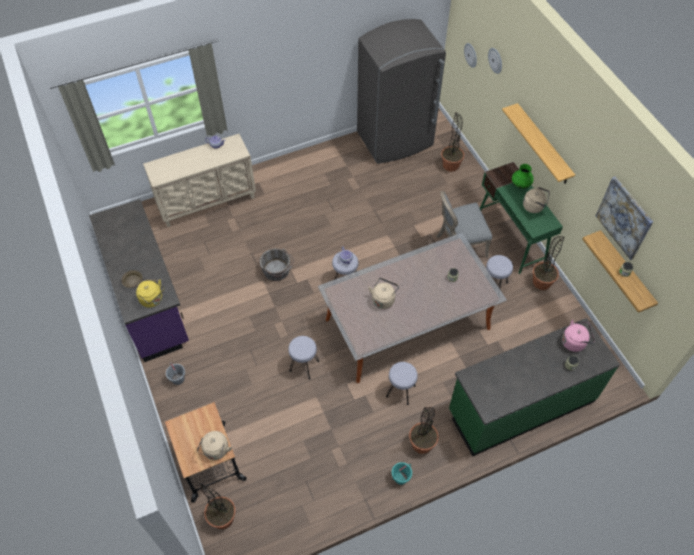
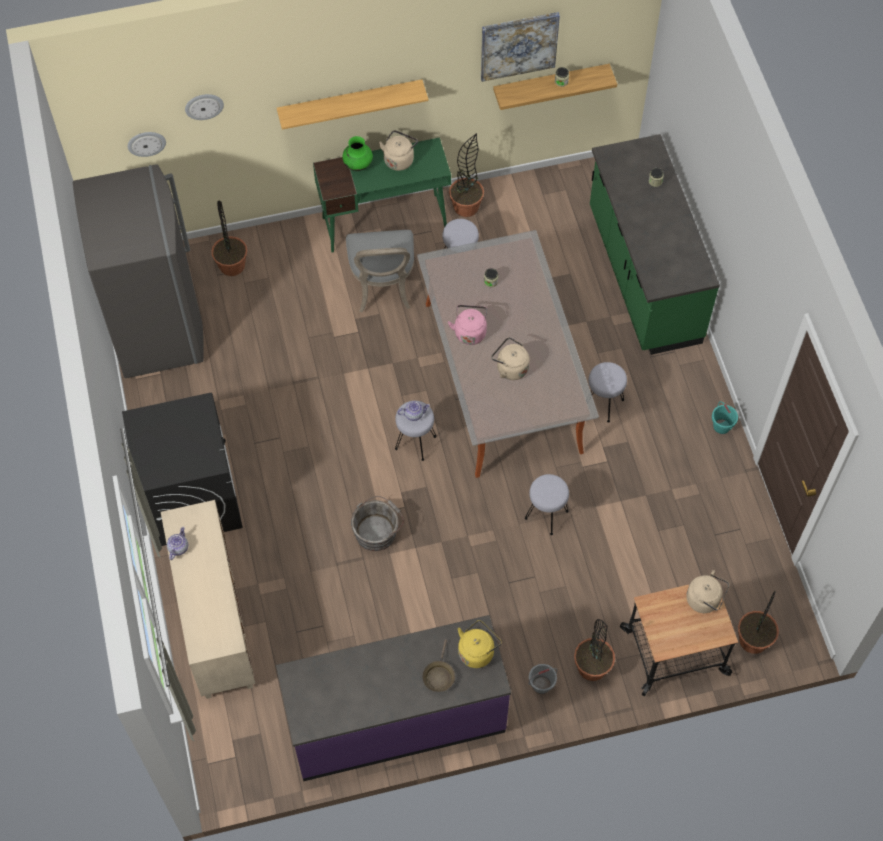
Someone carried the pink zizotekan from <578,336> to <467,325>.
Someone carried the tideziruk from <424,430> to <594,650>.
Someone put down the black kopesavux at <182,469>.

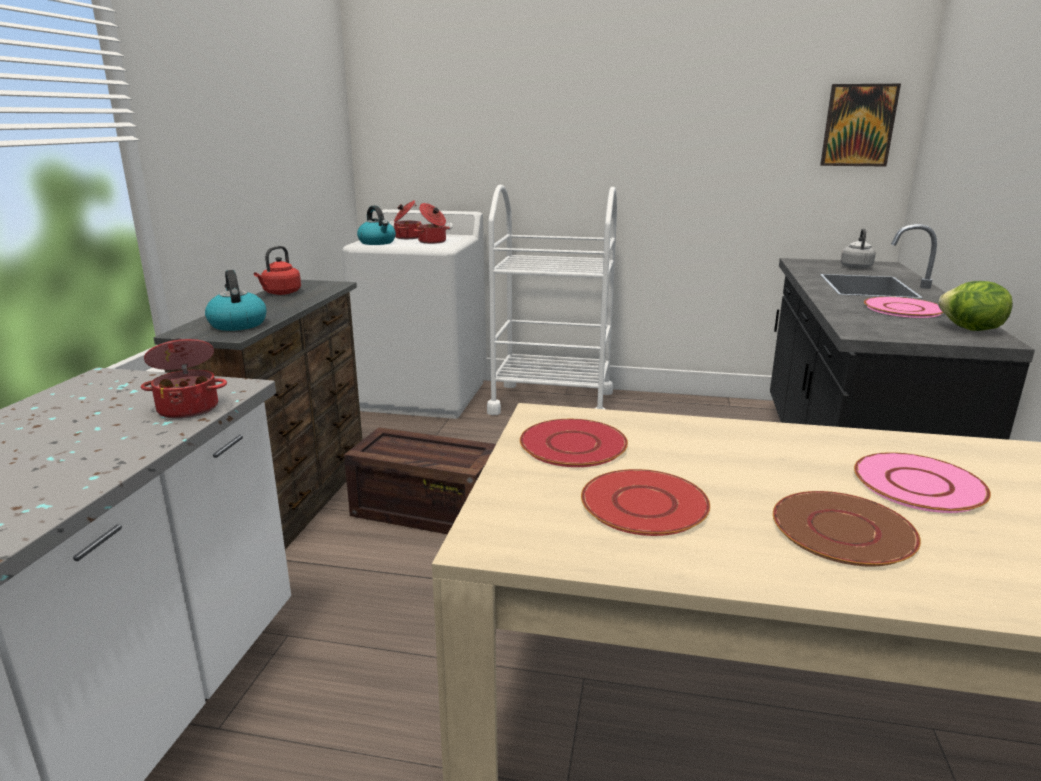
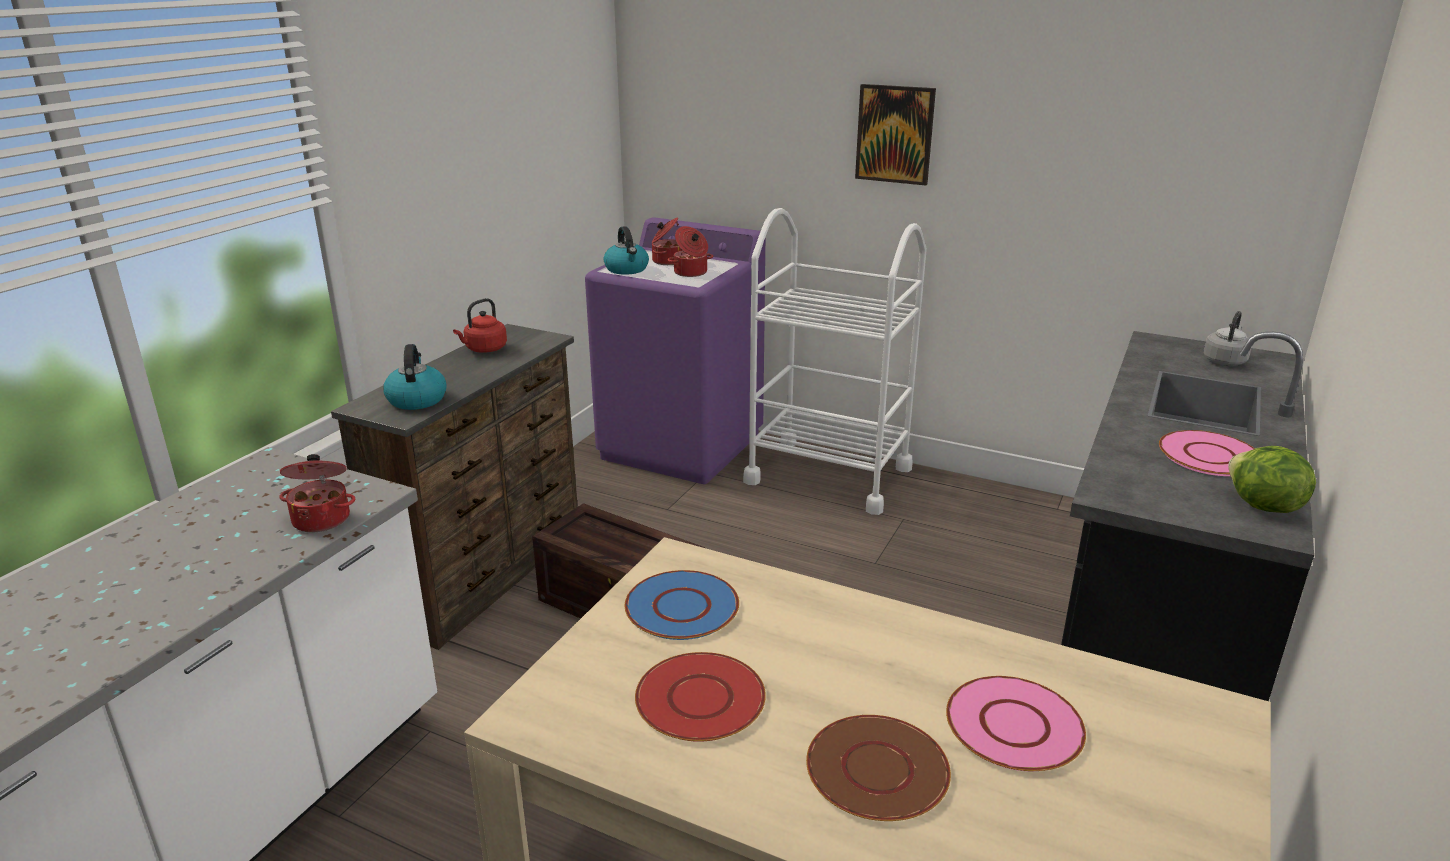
Someone carried the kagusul from <860,125> to <895,135>.
Someone repainted the white kopesavux at <414,314>, which became the purple kopesavux at <675,350>.
Someone repainted the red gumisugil at <574,443>, which became the blue gumisugil at <682,605>.

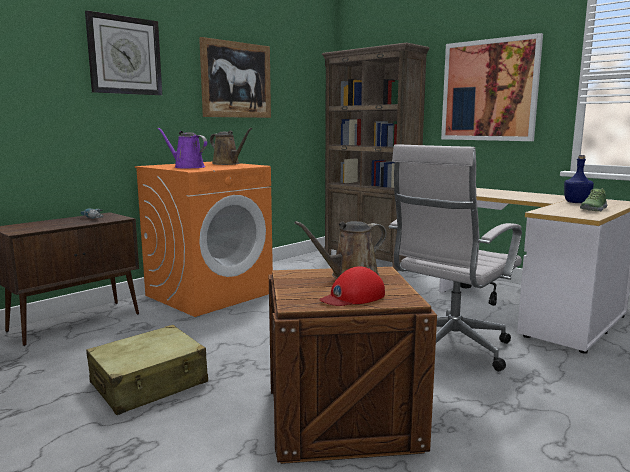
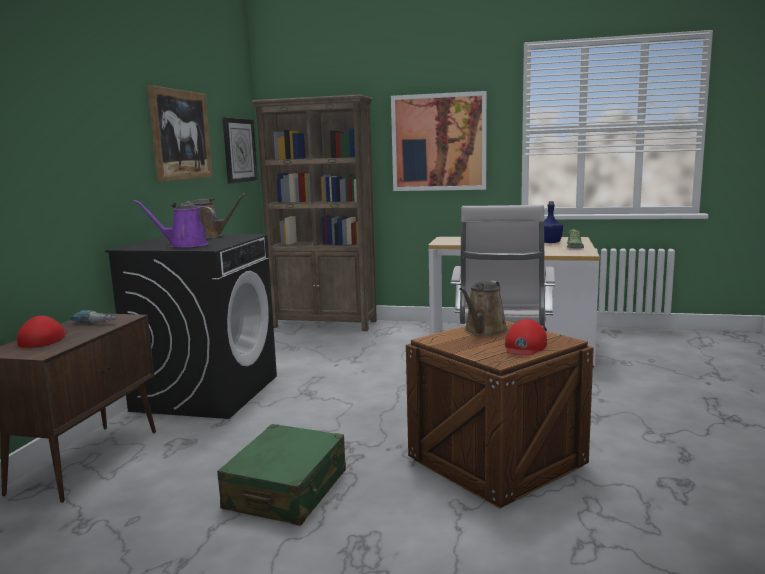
Someone carried the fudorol from <123,52> to <240,151>.
Someone repainted the orange kopesavux at <204,239>, which became the black kopesavux at <191,326>.
Someone repainted the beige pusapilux at <147,370>, which became the green pusapilux at <281,475>.
Someone put down the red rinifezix at <42,332>.

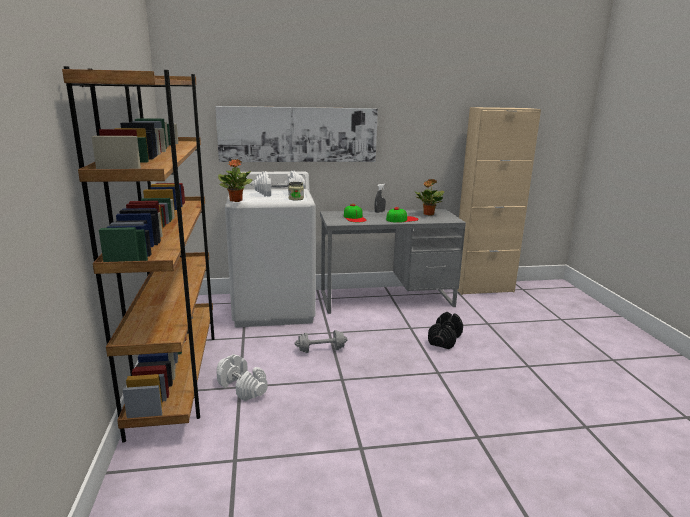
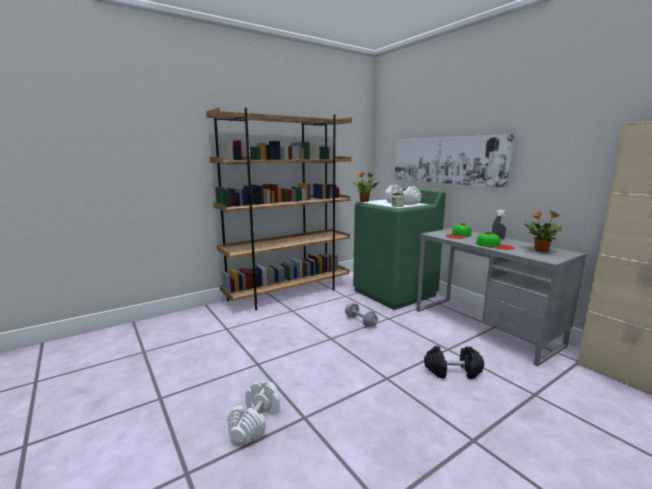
Someone repainted the white kopesavux at <270,249>, which became the green kopesavux at <399,248>.
Someone carried the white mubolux from <242,377> to <254,411>.

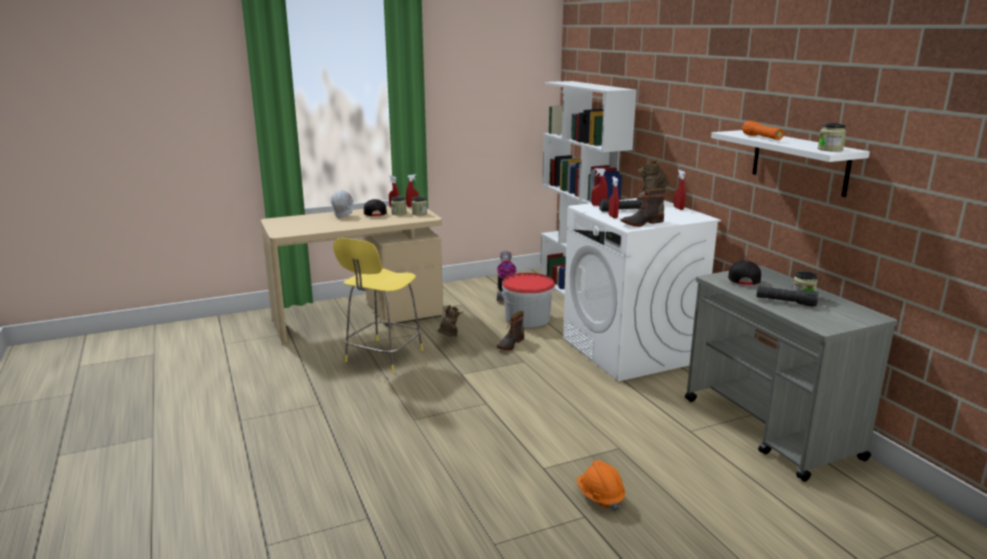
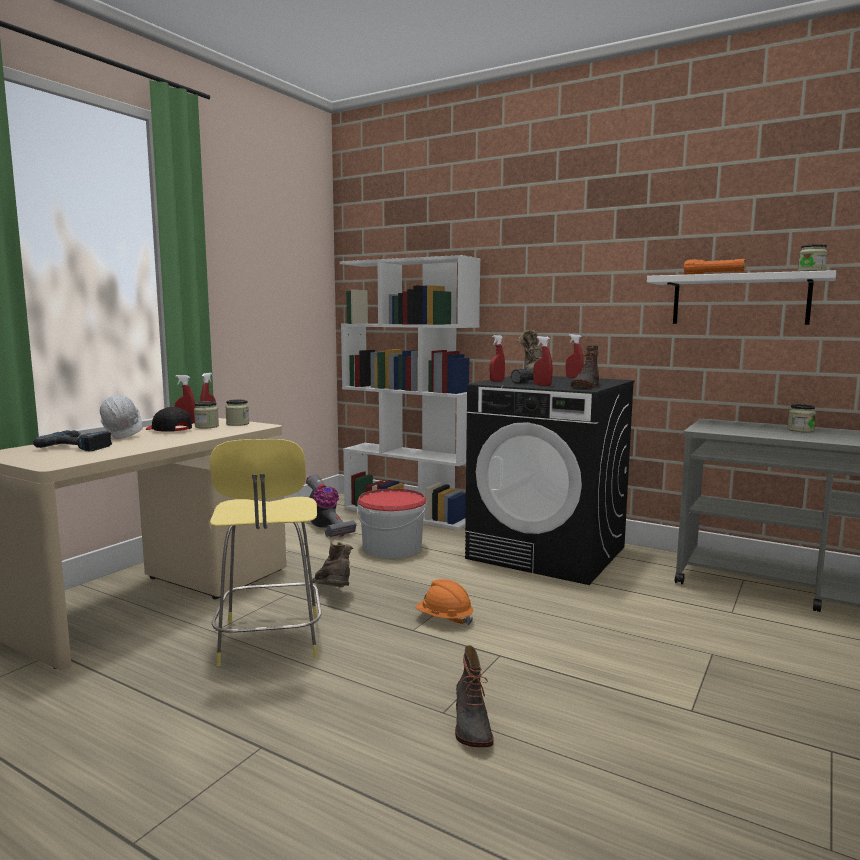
Someone repainted the white kopesavux at <642,289>, which became the black kopesavux at <550,480>.
Someone took away the black rinifezix at <744,272>.
Someone took away the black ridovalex at <787,296>.
Someone carried the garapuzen from <510,330> to <474,696>.
Someone carried the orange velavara from <601,486> to <445,602>.
Someone put down the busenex at <72,440>.

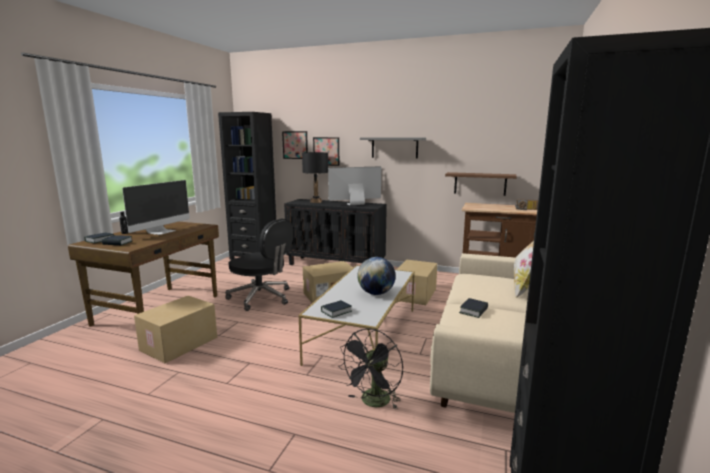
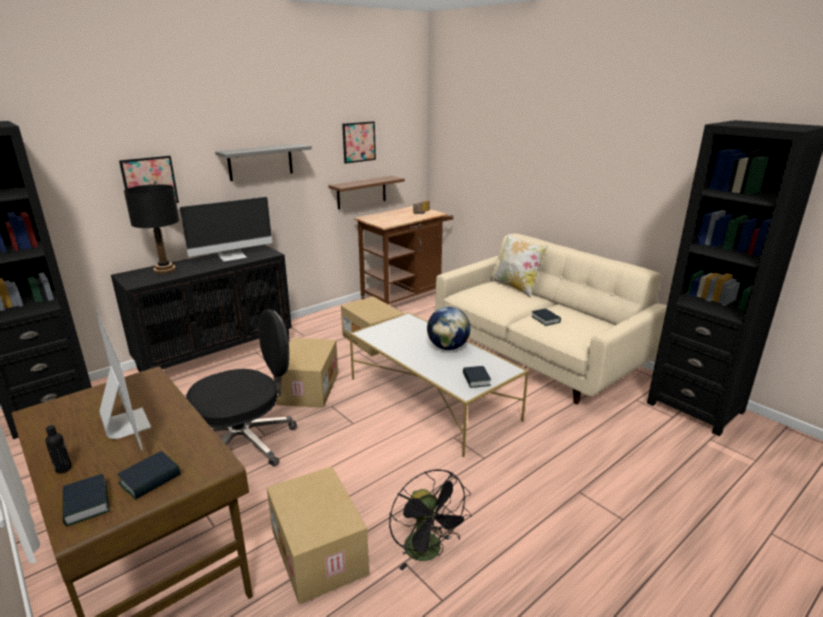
Someone carried the kagusul from <295,145> to <359,142>.
Someone rotated the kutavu at <354,185> by 135 degrees counterclockwise.
Someone carried the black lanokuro from <370,368> to <430,520>.

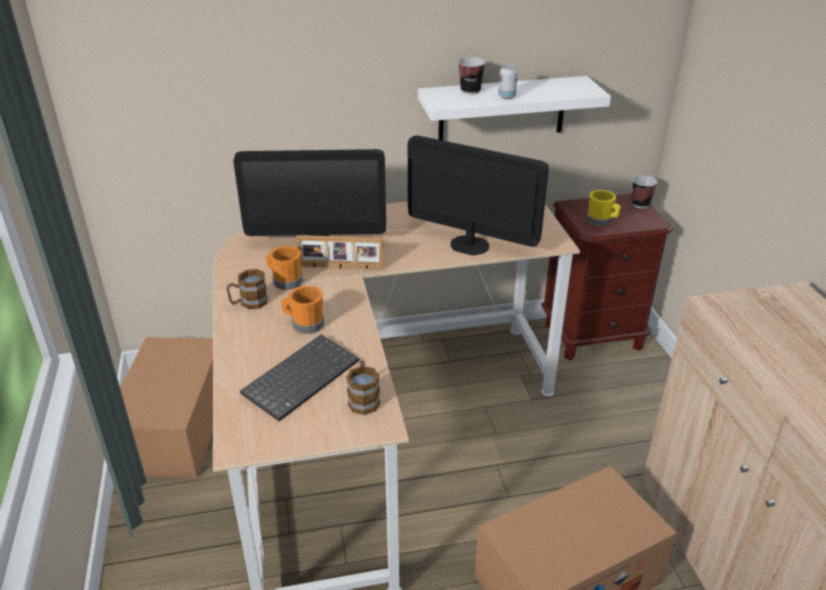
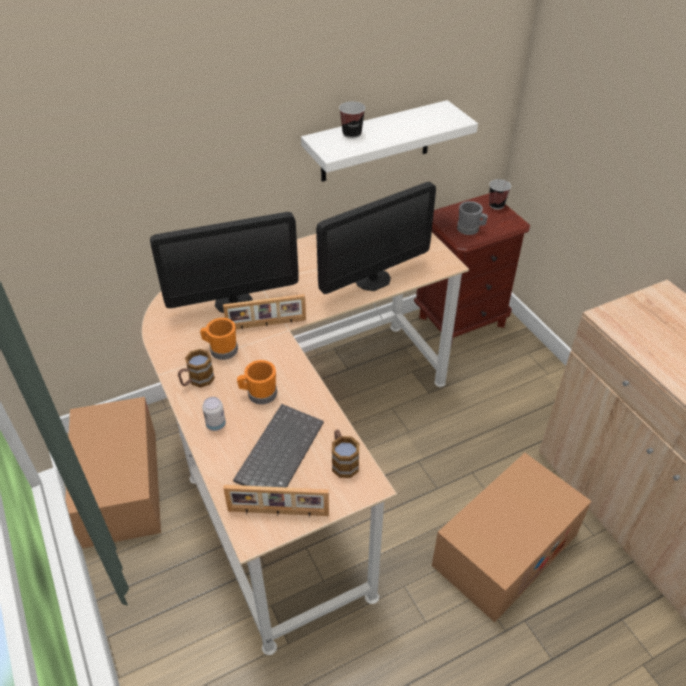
Someone carried the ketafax from <508,81> to <214,414>.
Someone rotated the kutavu at <478,195> by 135 degrees clockwise.
Someone repainted the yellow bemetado at <604,208>, which became the grey bemetado at <472,218>.
Someone put down the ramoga at <276,501>.

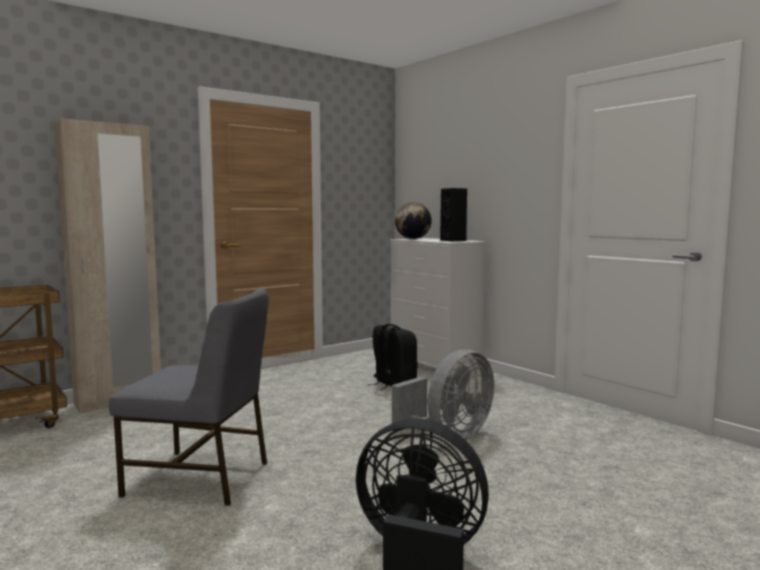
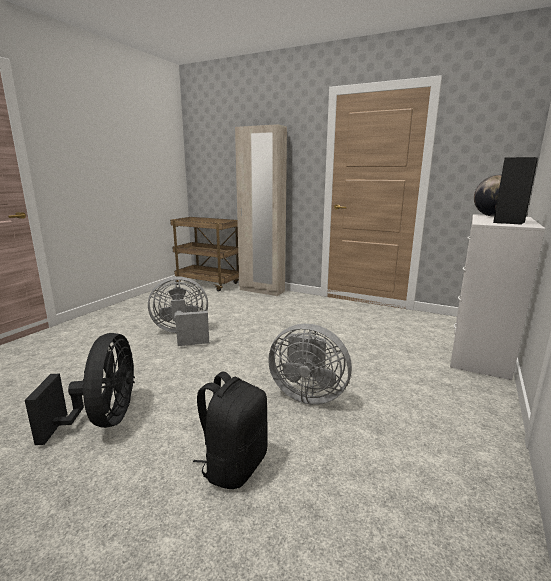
Someone swapped the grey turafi at <189,397> for the grey lanokuro at <178,311>.
Someone carried the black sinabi from <392,357> to <230,430>.

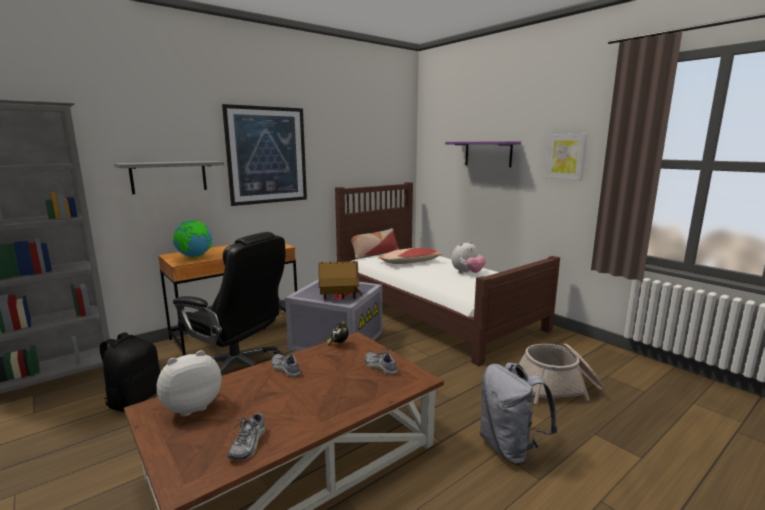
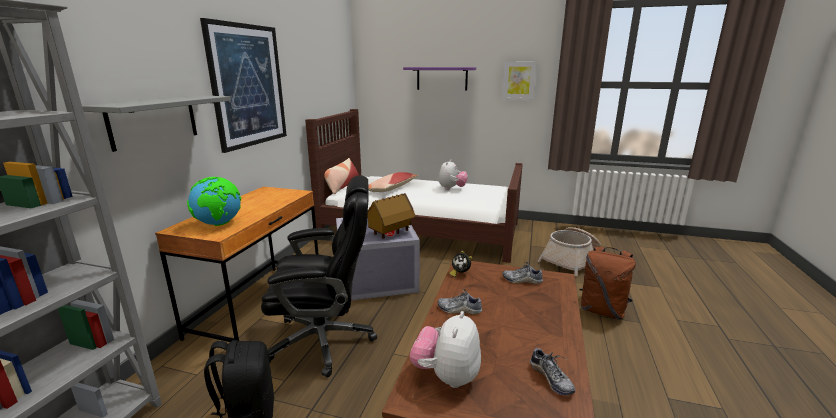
Someone repainted the grey sinabi at <518,413>, which became the brown sinabi at <607,282>.

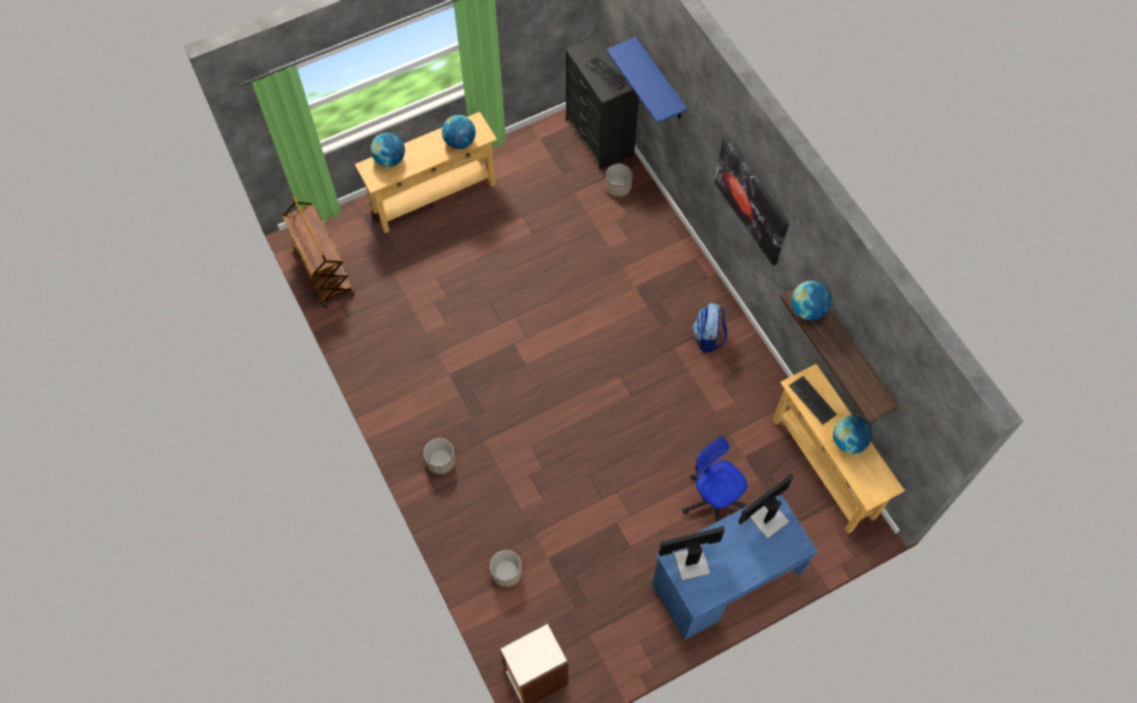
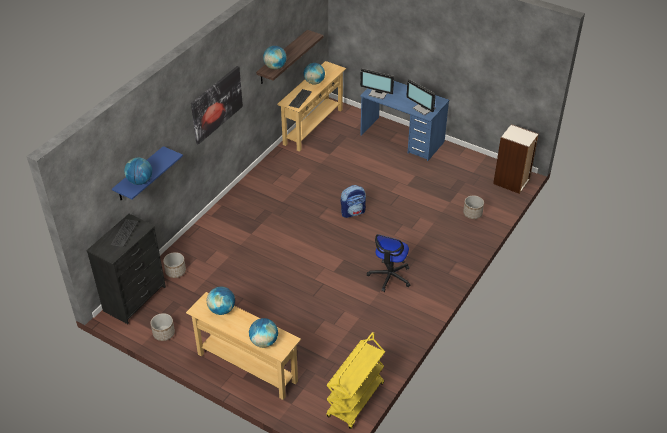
Someone repainted the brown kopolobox at <319,251>, which became the yellow kopolobox at <355,380>.
Someone carried the sinabi from <709,327> to <353,201>.
Someone carried the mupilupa from <714,479> to <389,263>.
Someone carried the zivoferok from <440,456> to <162,327>.
Someone put down the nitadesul at <138,171>.

